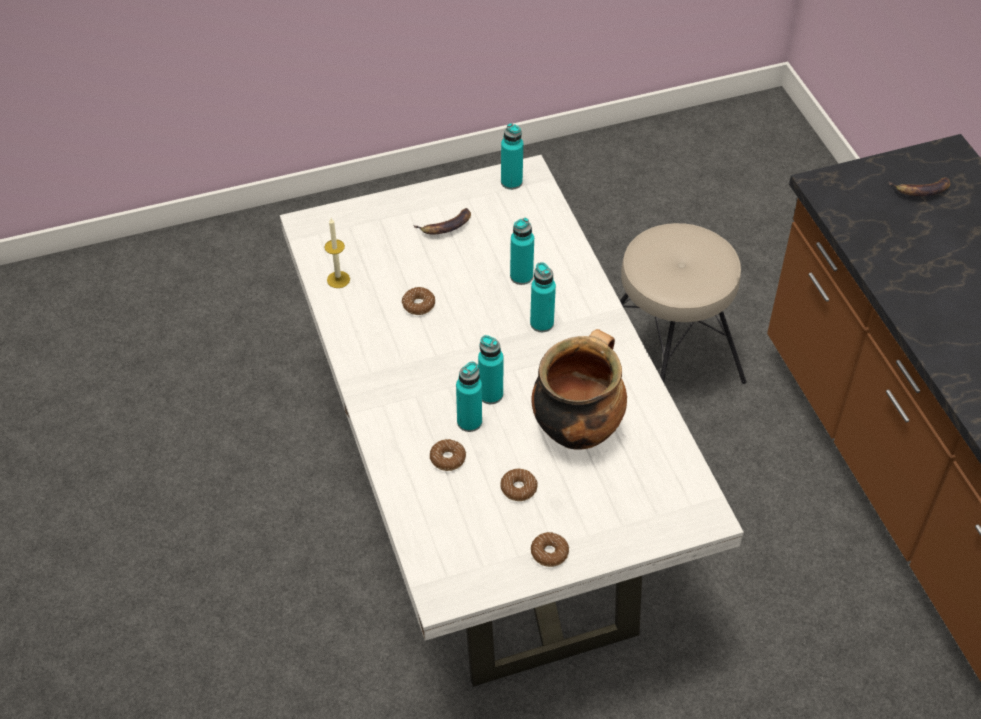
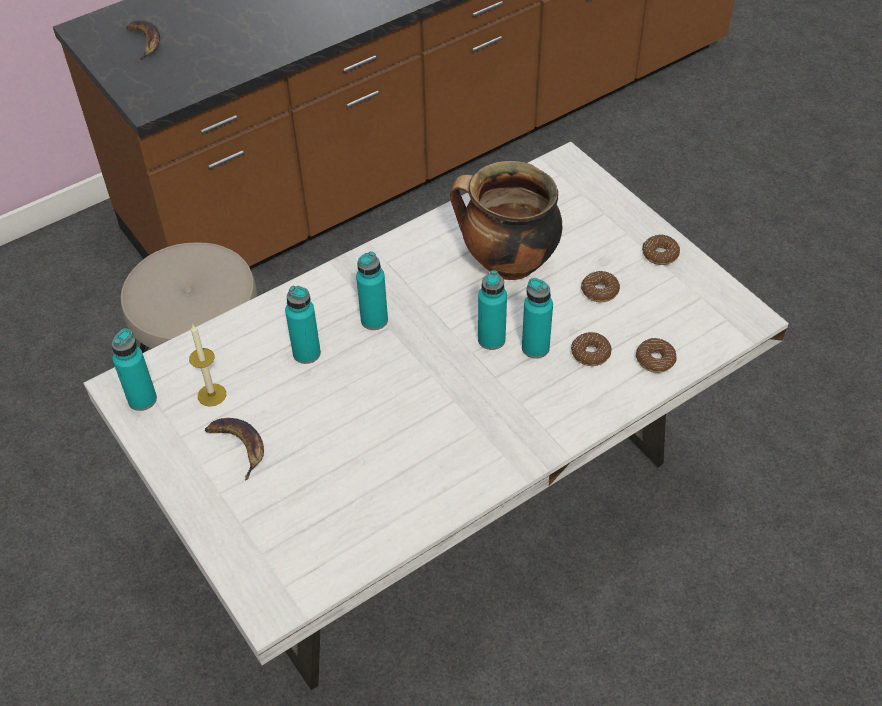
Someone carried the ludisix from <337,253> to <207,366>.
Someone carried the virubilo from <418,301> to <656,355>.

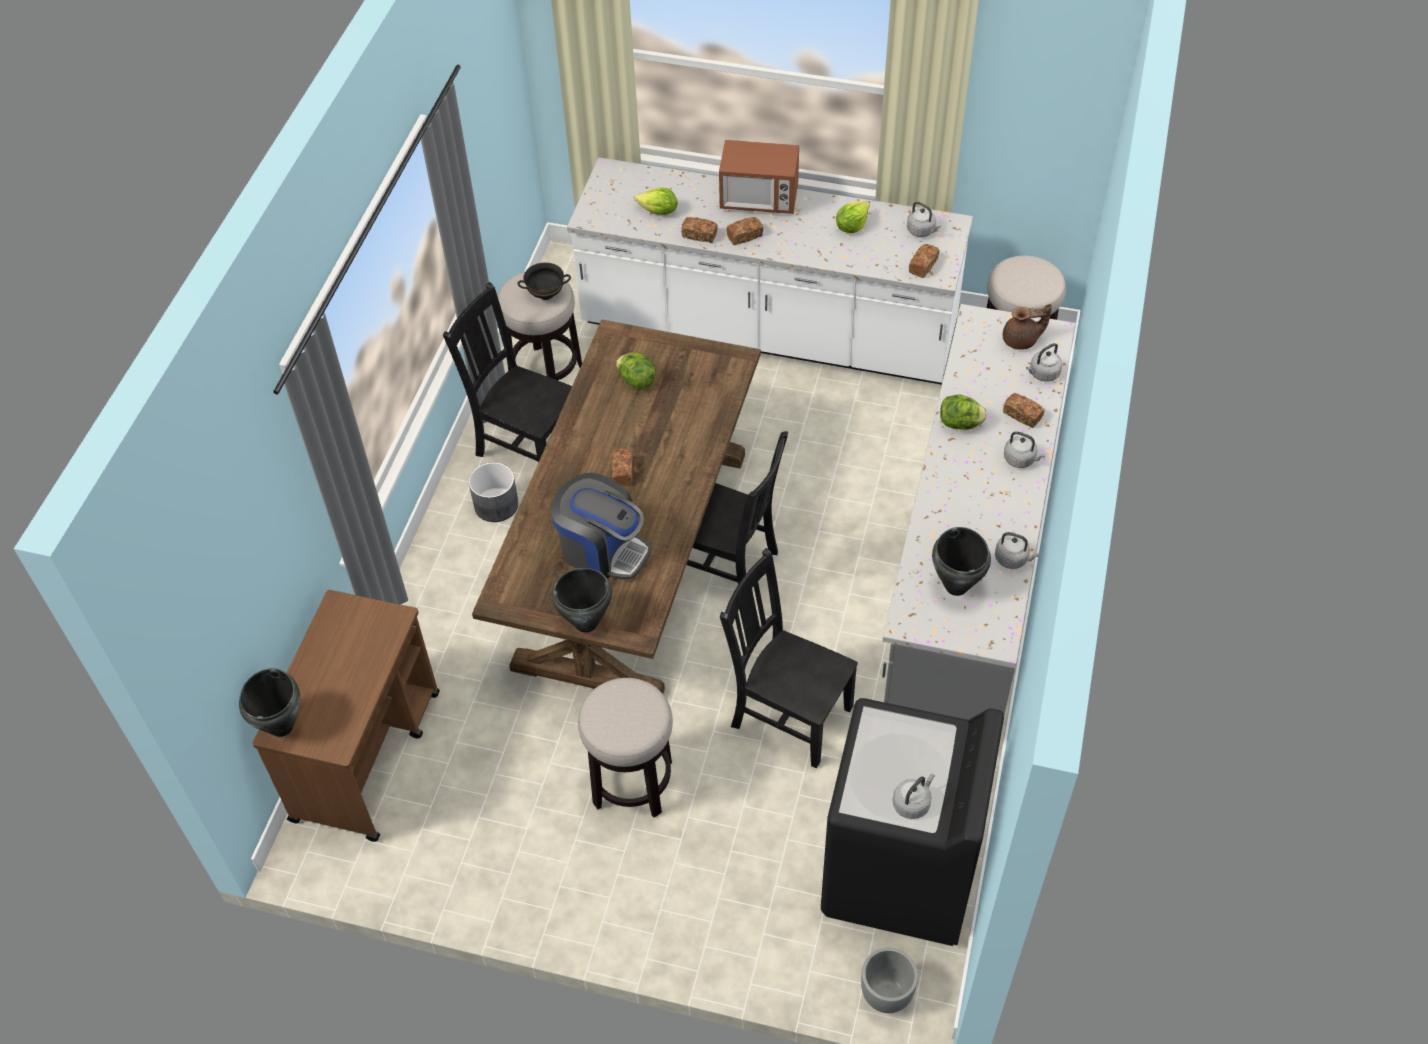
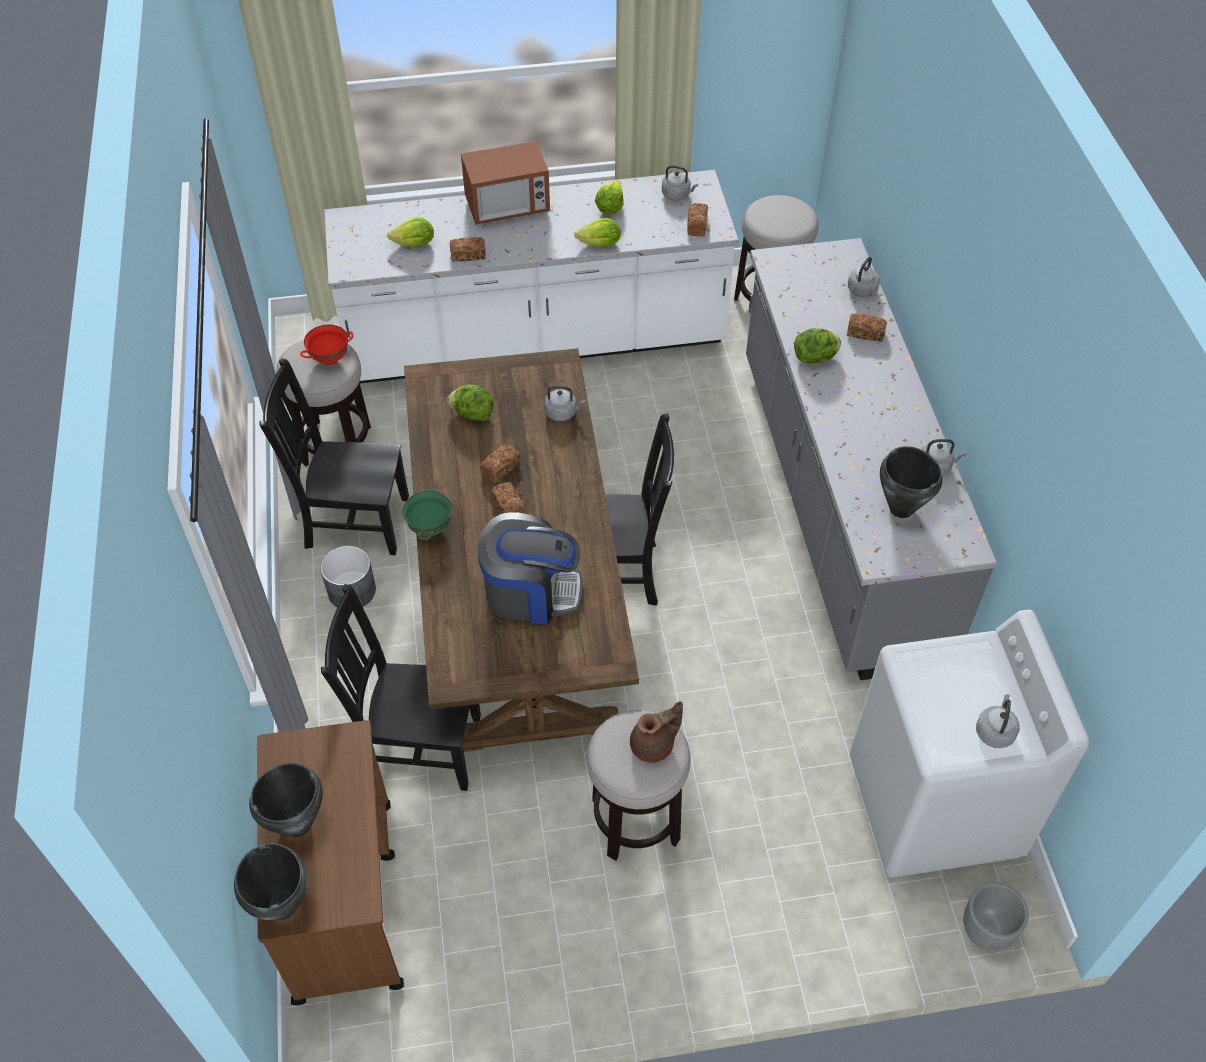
Someone carried the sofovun from <744,231> to <500,464>.
Someone repainted the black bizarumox at <544,281>, which became the red bizarumox at <327,345>.
Someone carried the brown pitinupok from <1027,327> to <656,732>.
Someone carried the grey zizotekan from <1024,449> to <564,403>.
Someone carried the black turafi from <789,658> to <401,687>.
Someone carried the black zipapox from <582,600> to <286,800>.
Someone repainted the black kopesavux at <912,822>, which became the white kopesavux at <970,744>.
Someone put down the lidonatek at <597,232>.
Someone put down the green bizarumox at <427,514>.

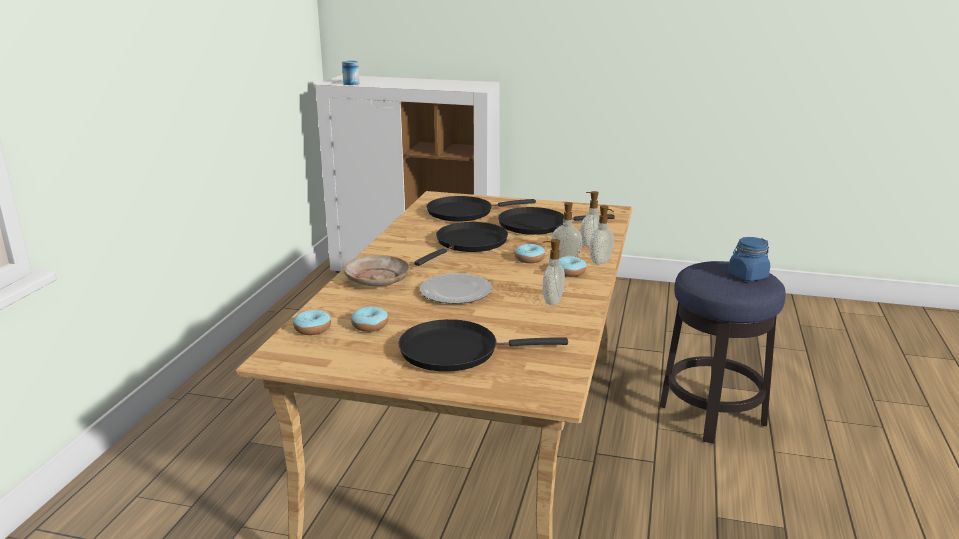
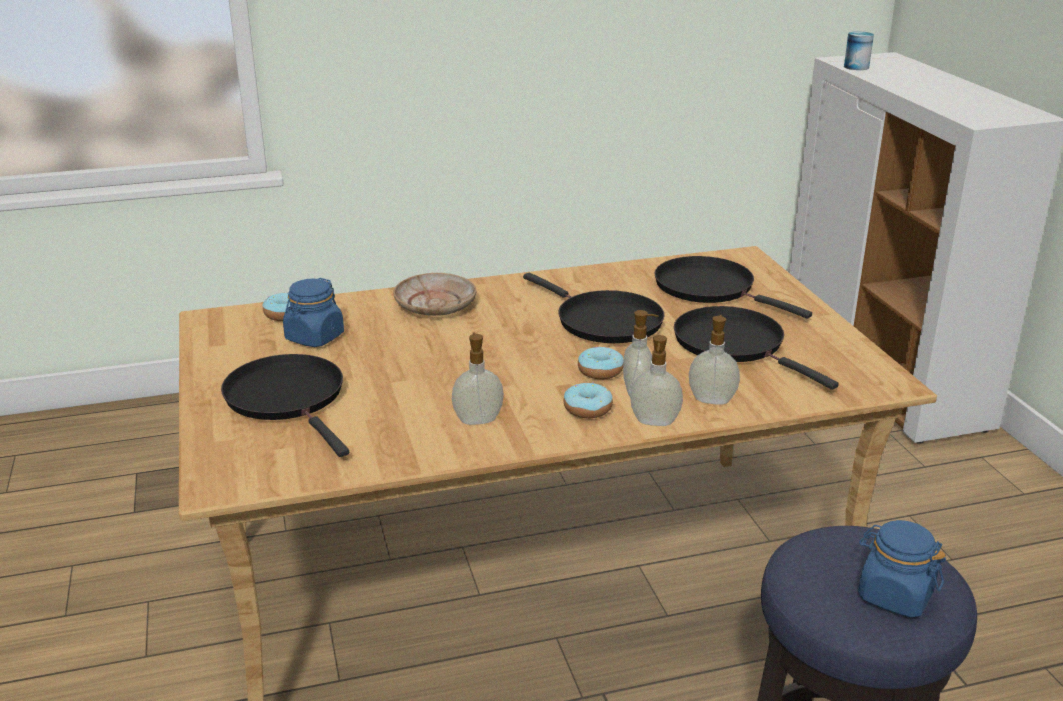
Someone rotated the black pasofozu at <461,244> by 45 degrees clockwise.
Someone took away the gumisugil at <456,288>.
Someone swapped the virubilo at <369,319> for the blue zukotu at <313,312>.

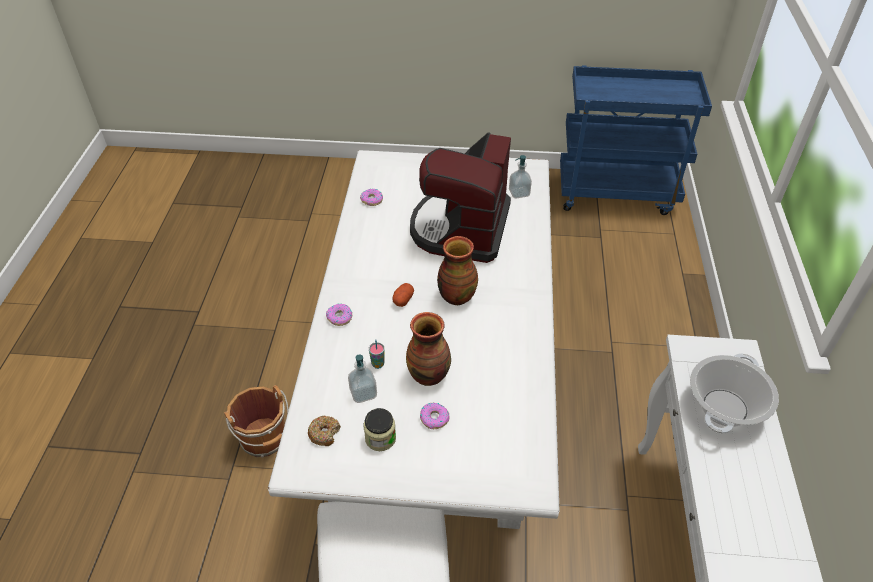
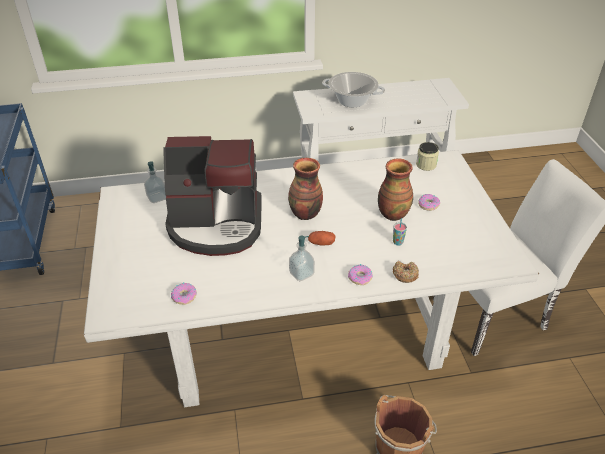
Someone carried the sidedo from <362,378> to <302,258>.
Someone carried the zukotu from <379,429> to <427,156>.
Someone carried the virubilo from <324,431> to <406,272>.

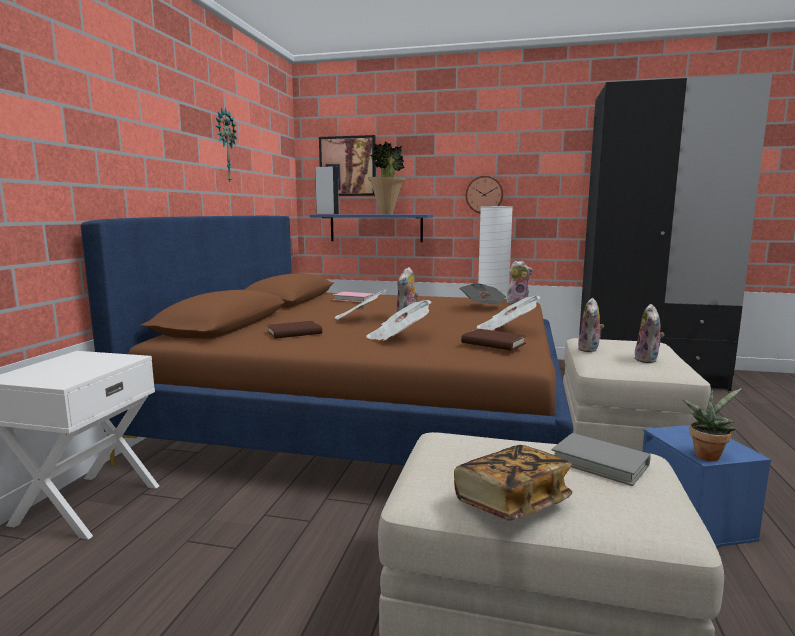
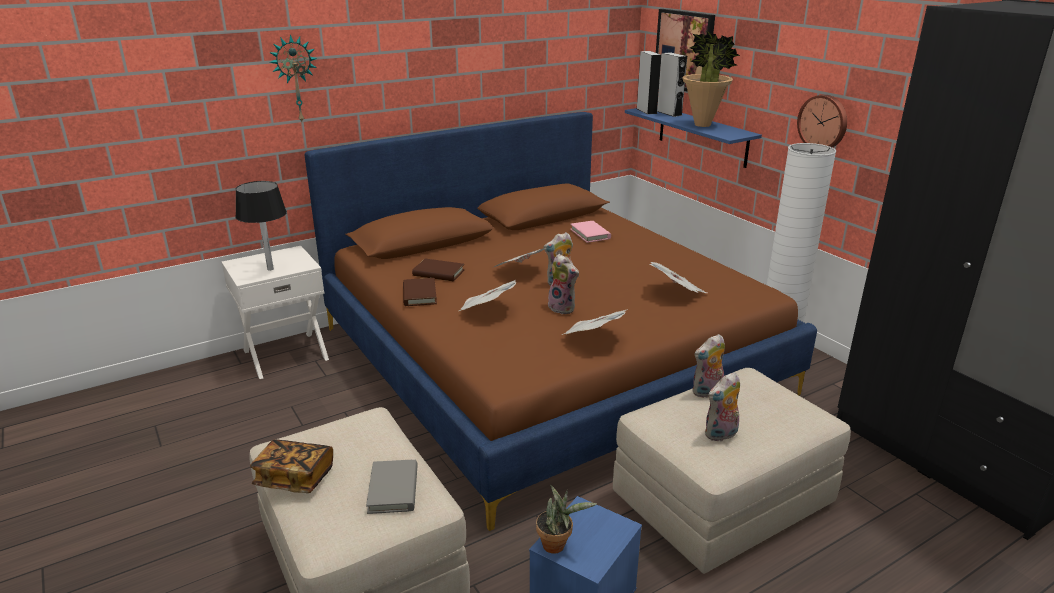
Someone carried the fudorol from <226,144> to <293,78>.
Someone carried the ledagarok from <520,282> to <563,284>.
Someone carried the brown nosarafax from <493,340> to <420,292>.
Someone put down the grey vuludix at <672,84>.
Someone put down the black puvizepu at <261,226>.

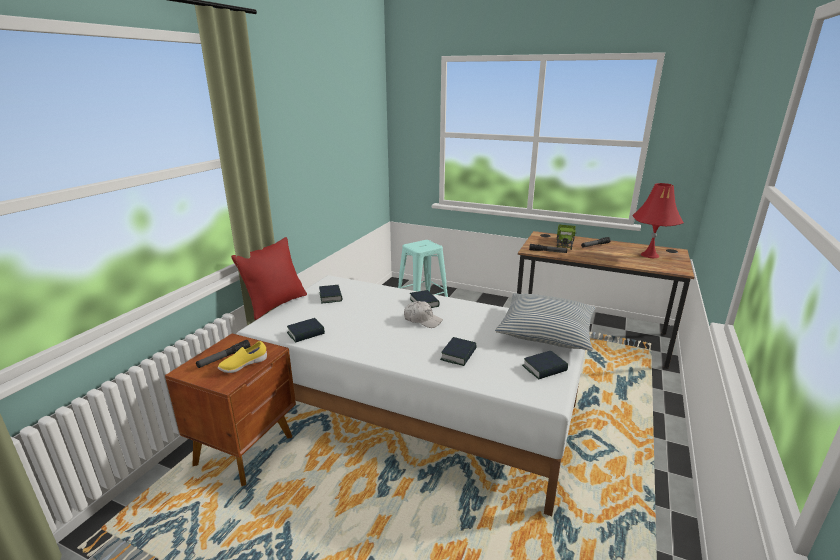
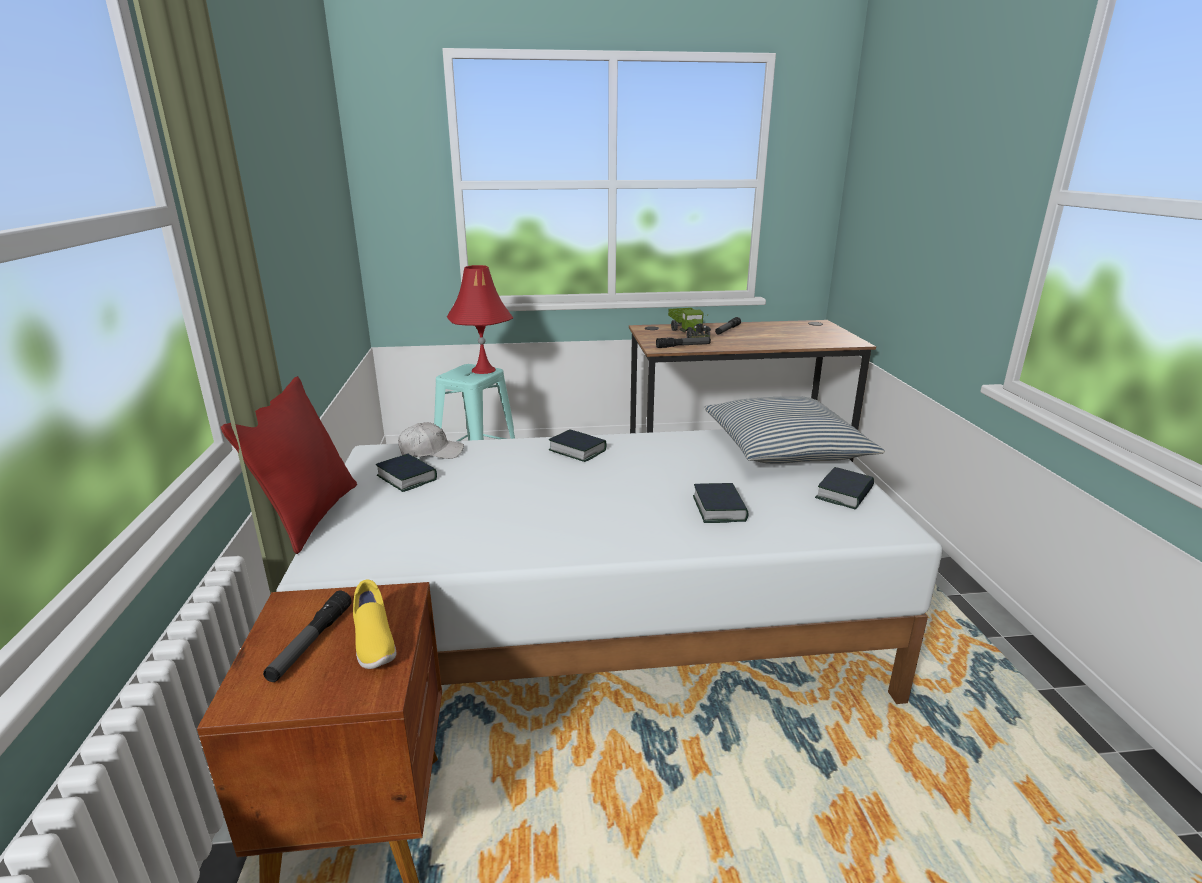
Someone carried the red puvizepu from <658,220> to <480,319>.
Someone carried the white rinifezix from <423,314> to <431,440>.
Someone took away the nosarafax at <306,330>.
Someone rotated the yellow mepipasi at <242,357> by 45 degrees counterclockwise.

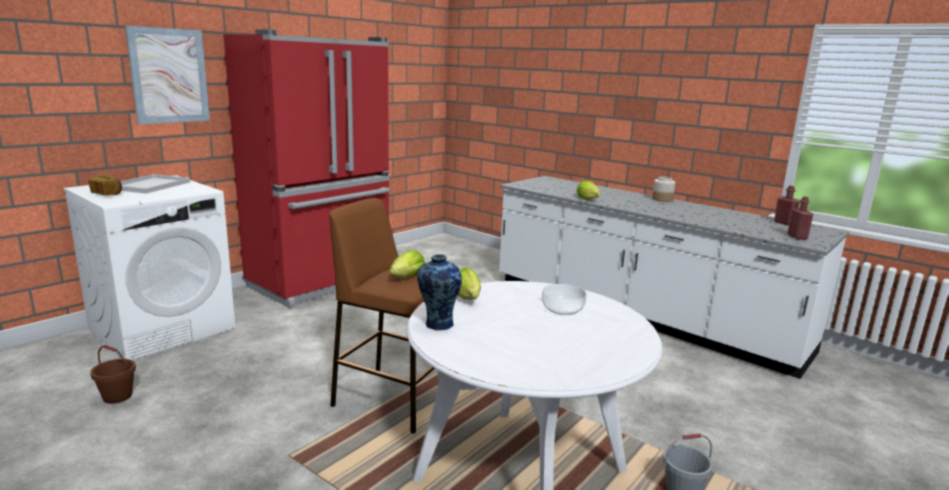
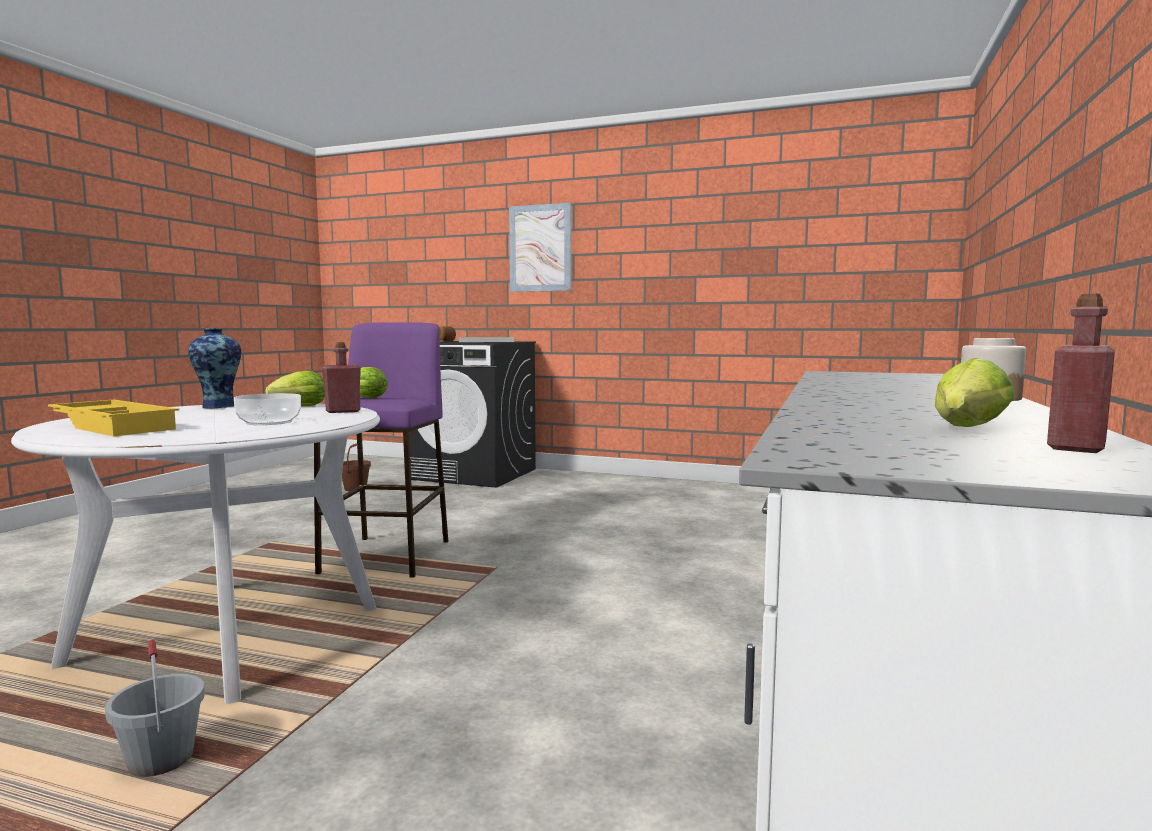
Someone took away the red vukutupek at <306,169>.
Someone repainted the white kopesavux at <149,268>, which became the black kopesavux at <472,414>.
Someone carried the lidonatek from <589,190> to <975,392>.
Someone carried the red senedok from <800,218> to <341,377>.
Someone repainted the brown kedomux at <382,316>, which became the purple kedomux at <381,450>.
Someone put down the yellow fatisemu at <113,418>.

